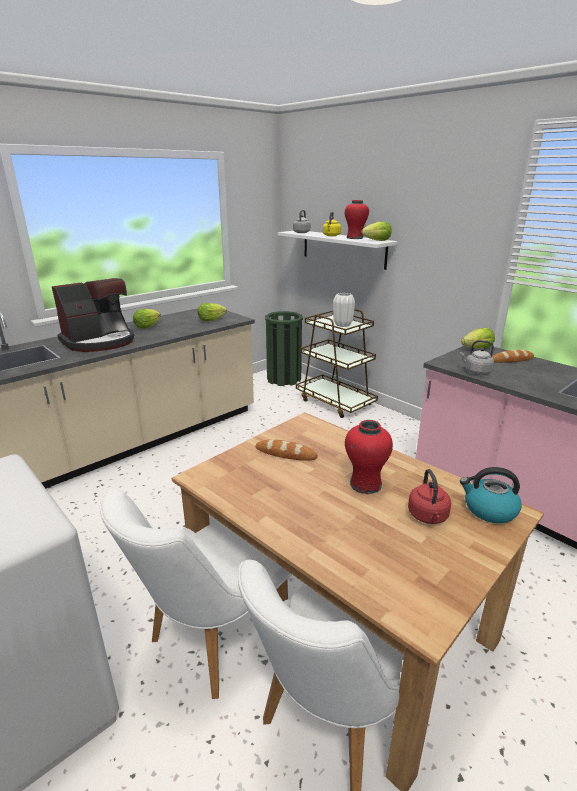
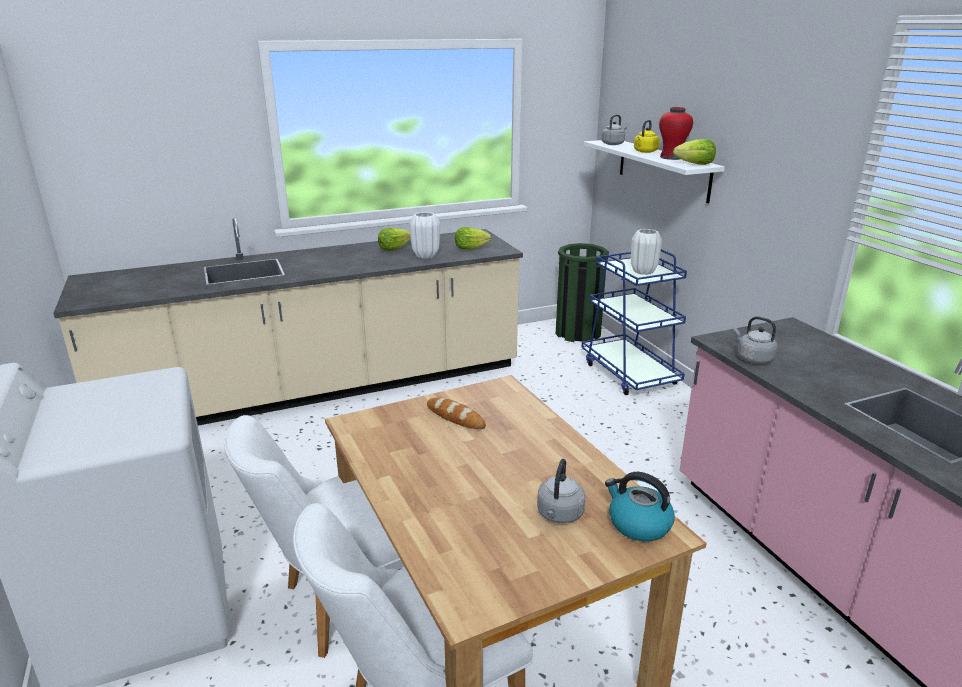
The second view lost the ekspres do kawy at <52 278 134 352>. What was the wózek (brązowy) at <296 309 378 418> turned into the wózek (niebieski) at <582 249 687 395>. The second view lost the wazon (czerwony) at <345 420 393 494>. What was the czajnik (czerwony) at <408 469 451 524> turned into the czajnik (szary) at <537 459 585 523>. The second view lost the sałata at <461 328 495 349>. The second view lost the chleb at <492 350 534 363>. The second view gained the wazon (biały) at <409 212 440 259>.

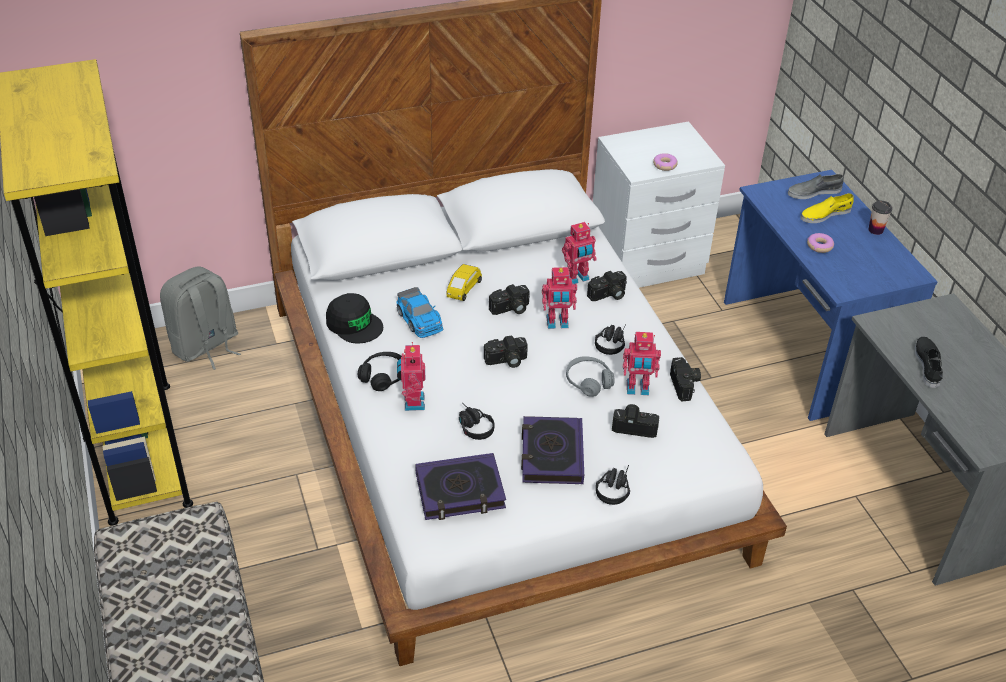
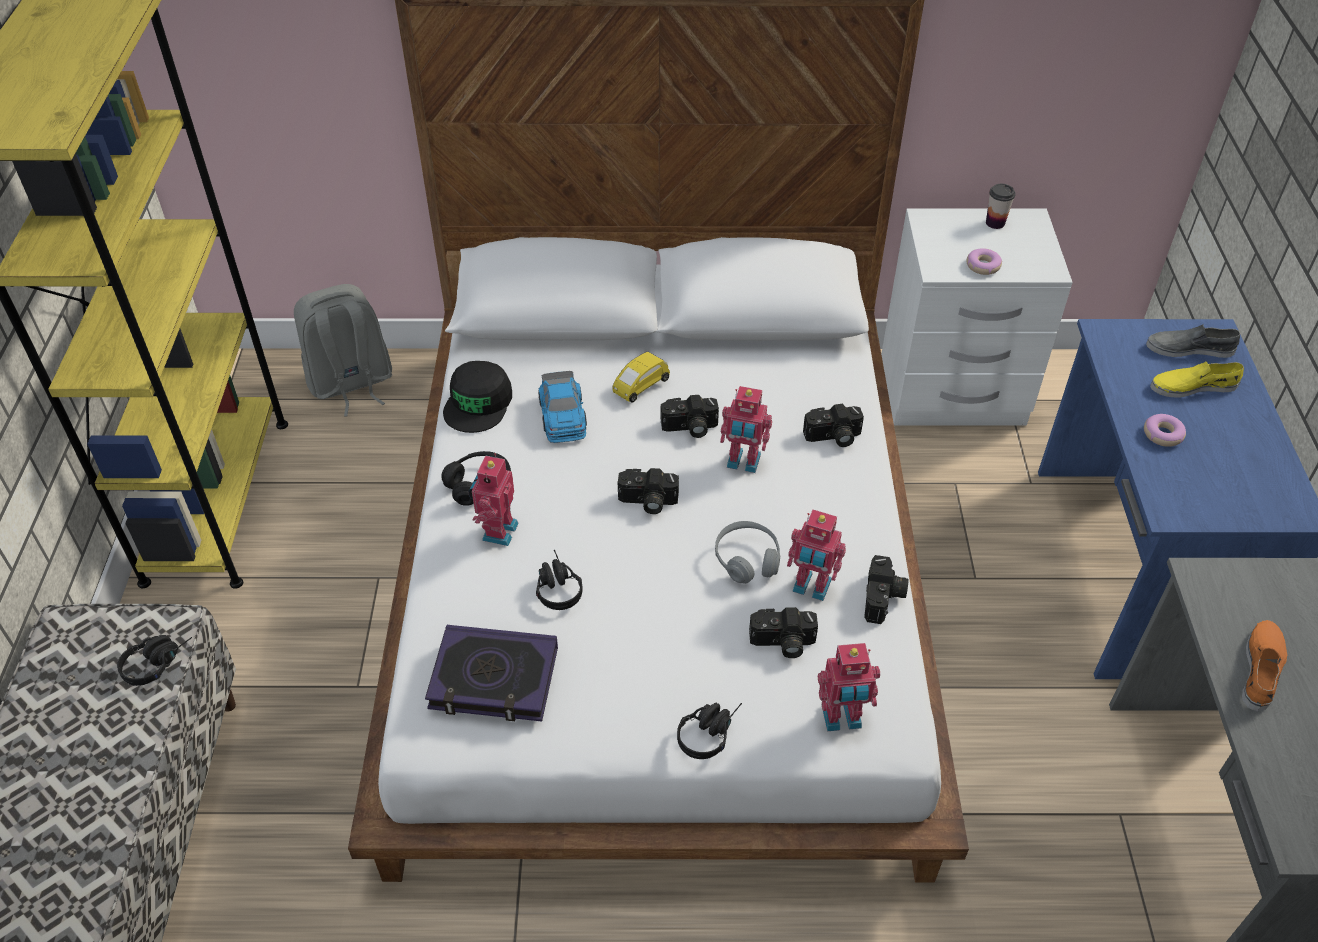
The czapka z daszkiem (czarny) at <326 293 383 343> ended up facing another way, 45 degrees clockwise from before. The second view lost the książka at <521 416 584 484>. The robot zabawkowy ended up elsewhere, having gone from <562 222 597 284> to <818 643 880 731>. The słuchawki (czarny) ended up elsewhere, having gone from <595 324 626 355> to <117 635 192 686>. The aparat fotograficzny at <612 404 659 438> ended up facing another way, 150 degrees clockwise from before. The filiżanka ended up elsewhere, having gone from <868 200 892 235> to <986 184 1016 229>. What was the but (czarny) at <915 337 943 388> turned into the but (pomarańczowy) at <1242 620 1287 711>.

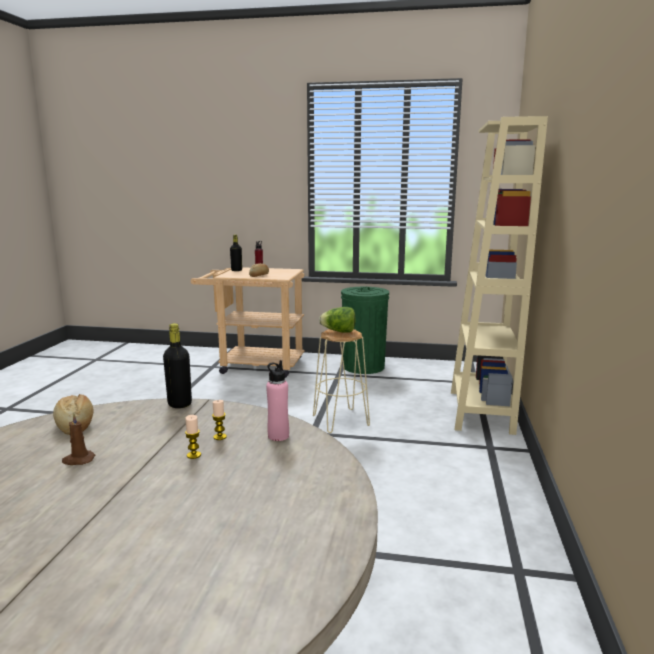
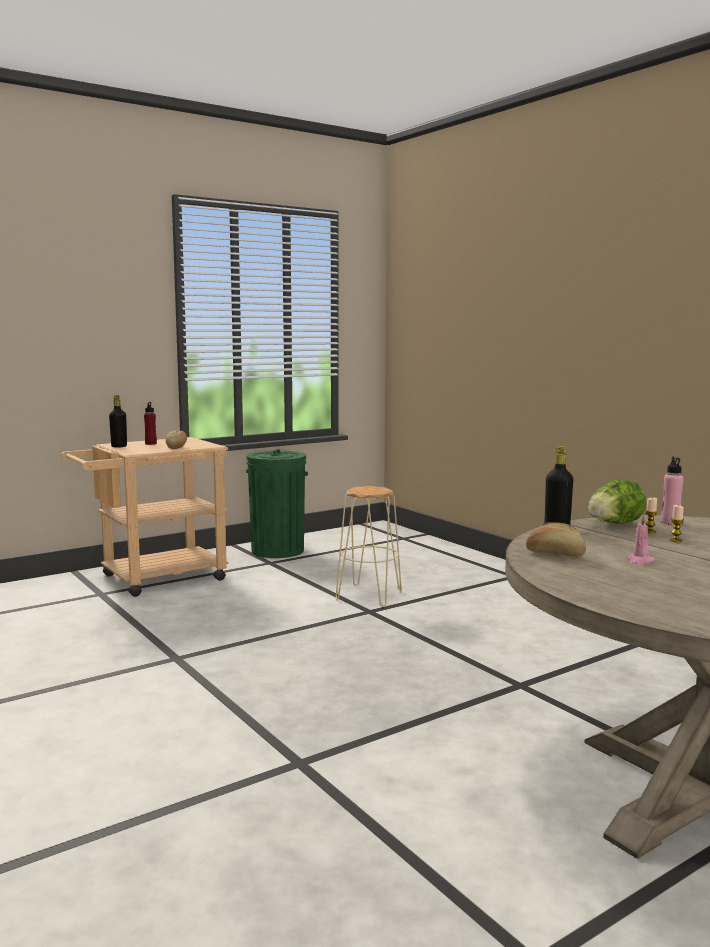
What was the świeca (brązowy) at <62 413 95 465> turned into the świeca (różowy) at <627 515 654 565>. The sałata ended up elsewhere, having gone from <319 307 356 333> to <588 479 646 524>. The second view lost the regał (beżowy) at <451 116 548 435>.

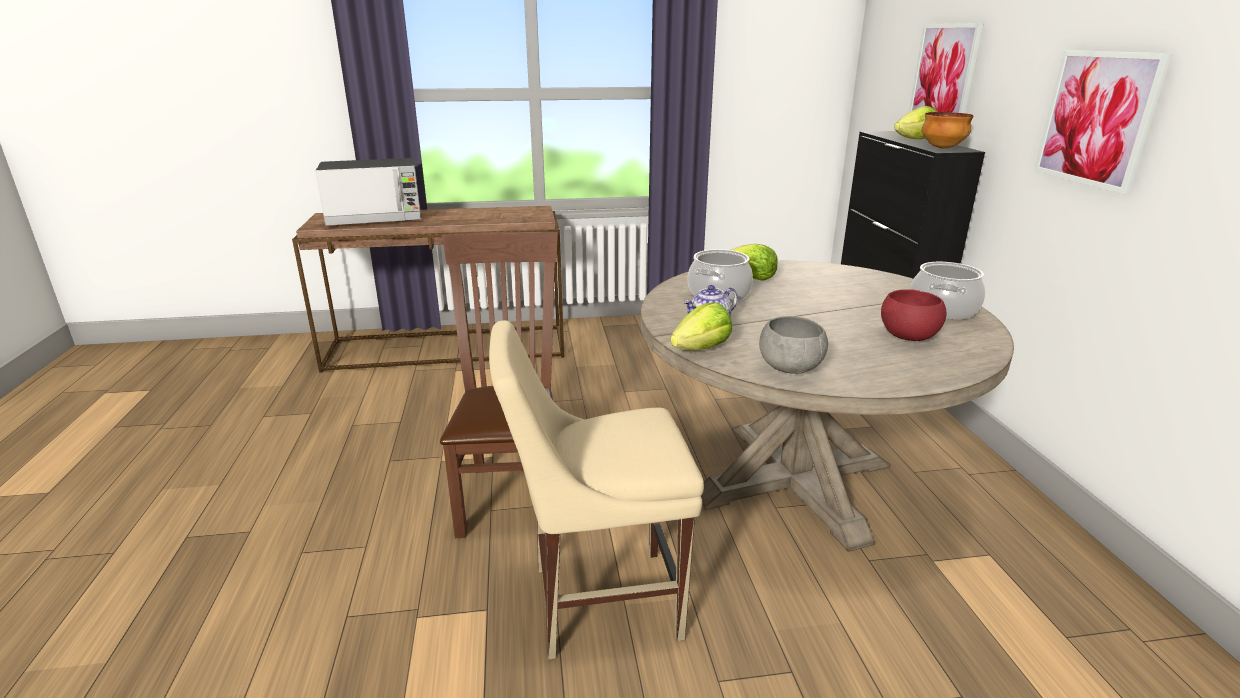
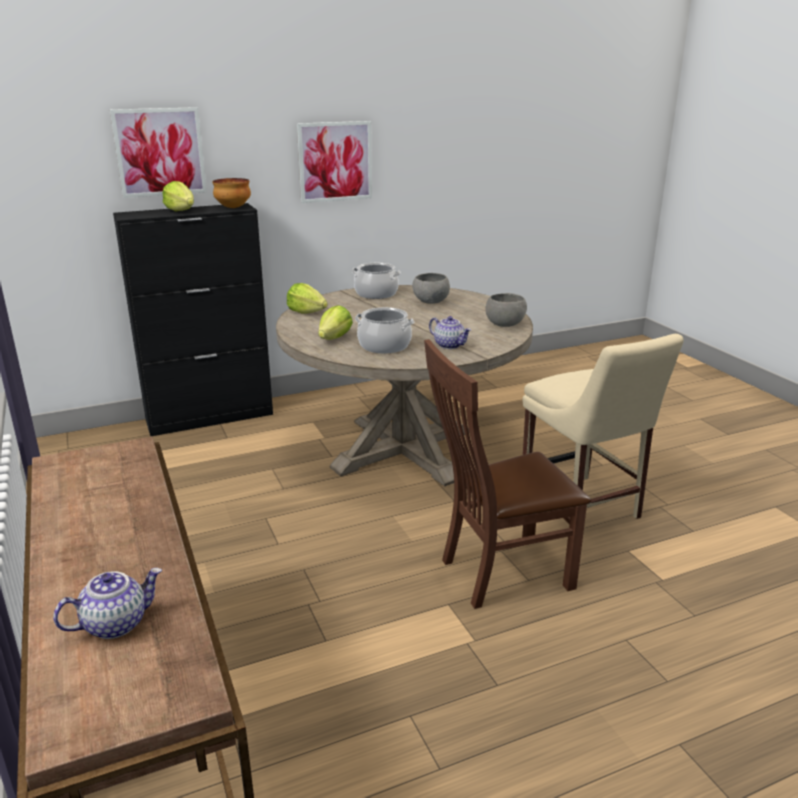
Where the mikrofalówka stood at <316 158 421 226>, the imbryk came to stand at <53 568 162 639>. The sałata ended up elsewhere, having gone from <670 302 732 351> to <287 283 328 313>. What was the miska (czerwony) at <881 289 946 341> turned into the miska (szary) at <412 273 450 304>.

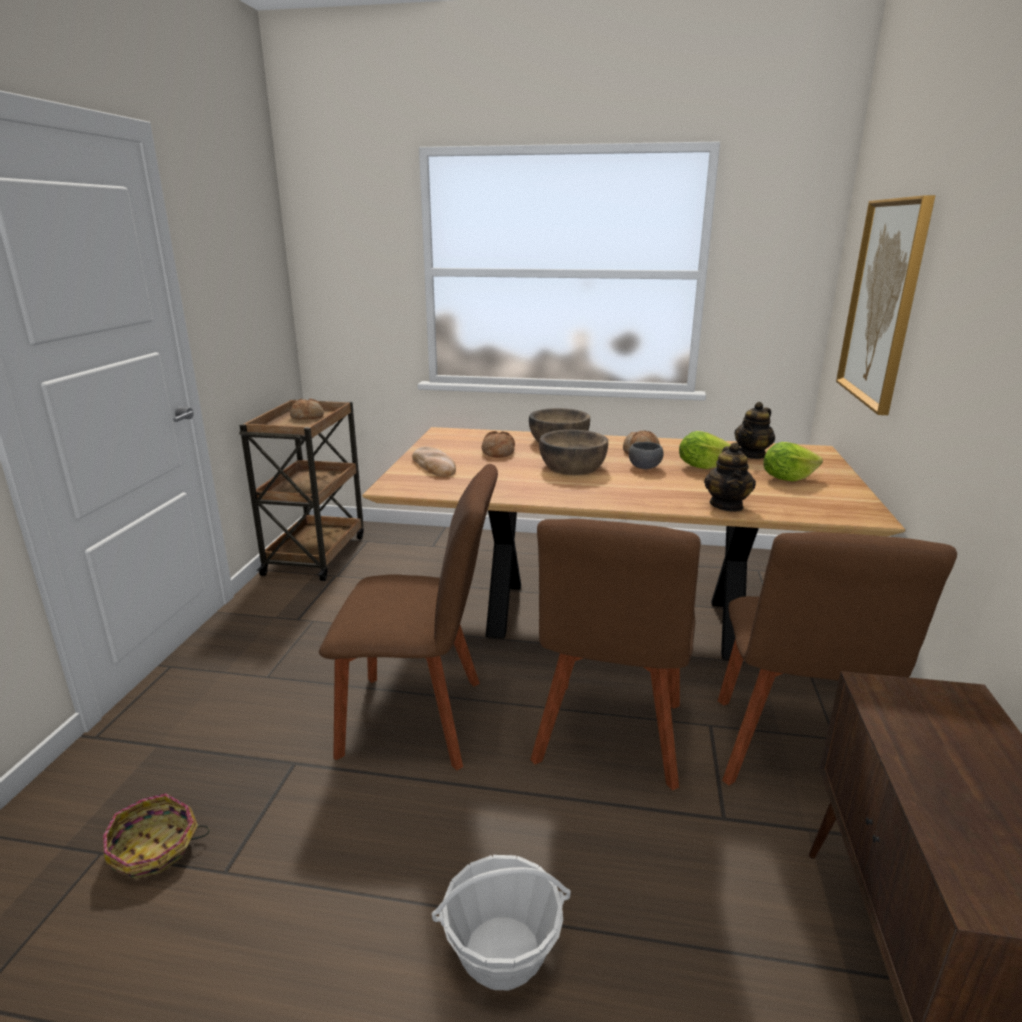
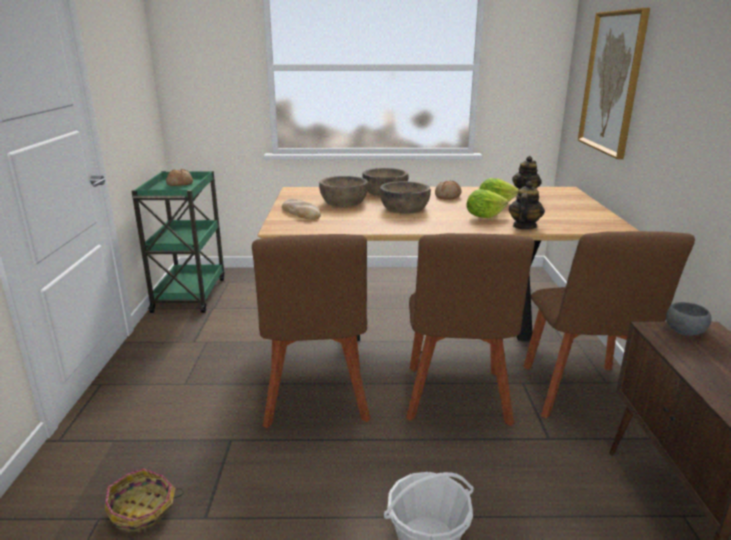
What was the wózek (brązowy) at <239 399 364 581> turned into the wózek (zielony) at <131 171 224 313>. The krzesło (brązowy) at <319 464 498 771> ended up facing another way, 90 degrees clockwise from before. Where the chleb stood at <482 431 515 458>, the miska (brązowy) came to stand at <319 176 368 207>. The miska (szary) ended up elsewhere, having gone from <629 442 663 469> to <666 302 712 336>. The imbryk at <704 442 756 512> ended up facing another way, 150 degrees counterclockwise from before. The sałata ended up elsewhere, having gone from <763 442 823 482> to <467 189 508 218>.

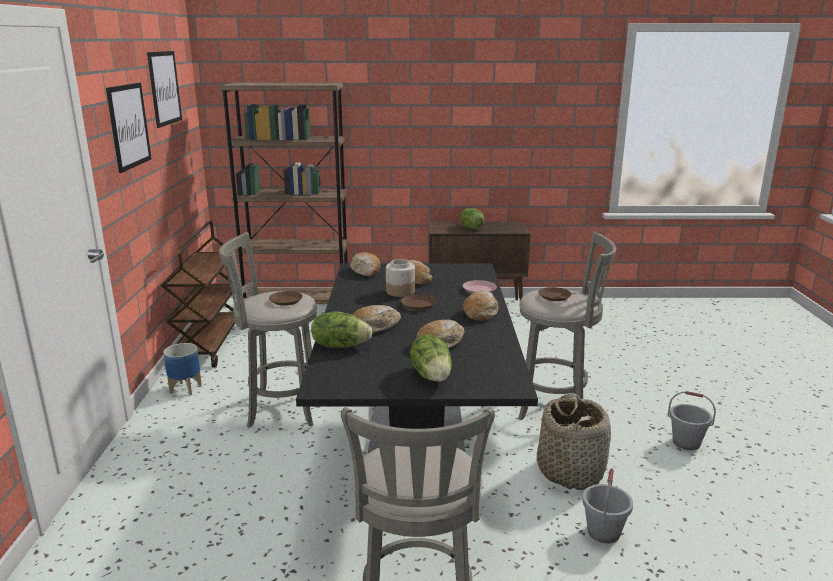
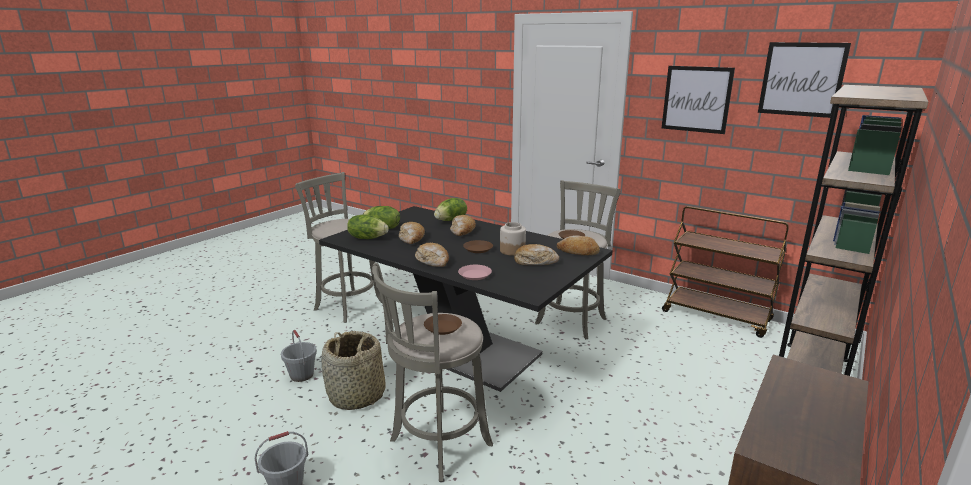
The second view lost the donica at <163 343 202 395>. The sałata ended up elsewhere, having gone from <460 208 485 230> to <347 214 389 239>.

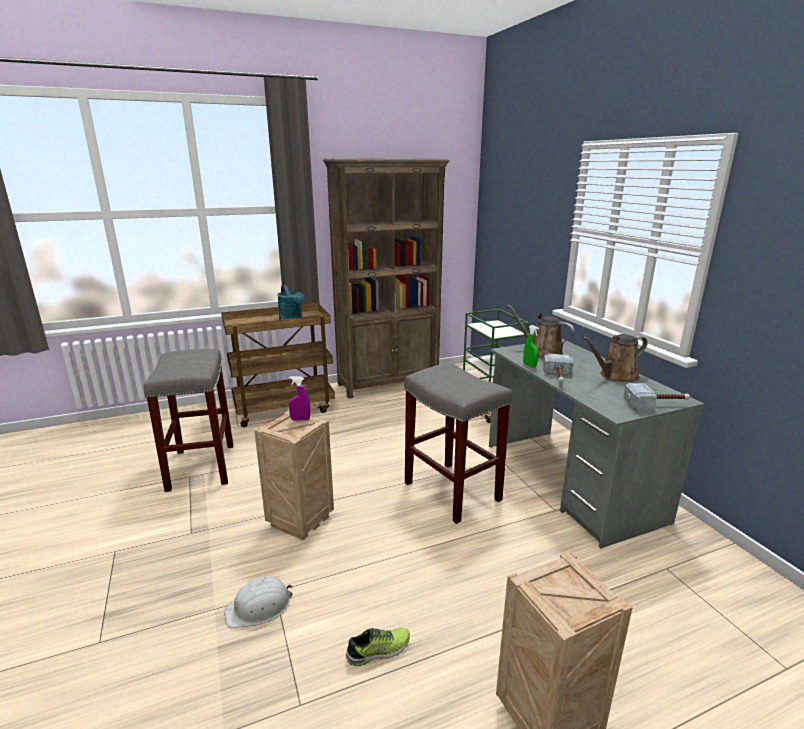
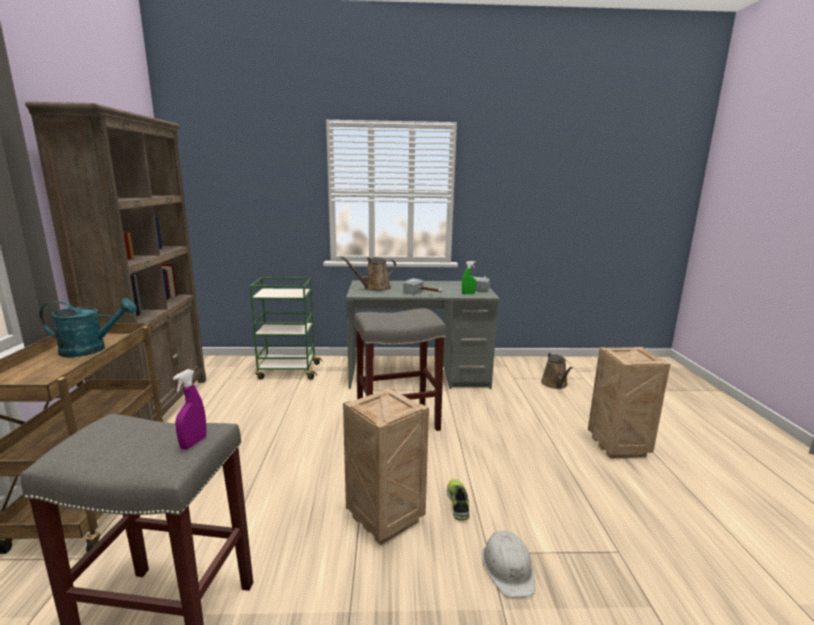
The spryskiwacz (fioletowy) ended up elsewhere, having gone from <289 376 310 421> to <173 369 207 450>. The but ended up elsewhere, having gone from <346 628 410 666> to <447 479 470 521>. The spryskiwacz (zielony) ended up elsewhere, having gone from <523 325 539 368> to <462 261 476 294>. The konewka (brązowy) ended up elsewhere, having gone from <582 334 648 382> to <541 352 572 389>.

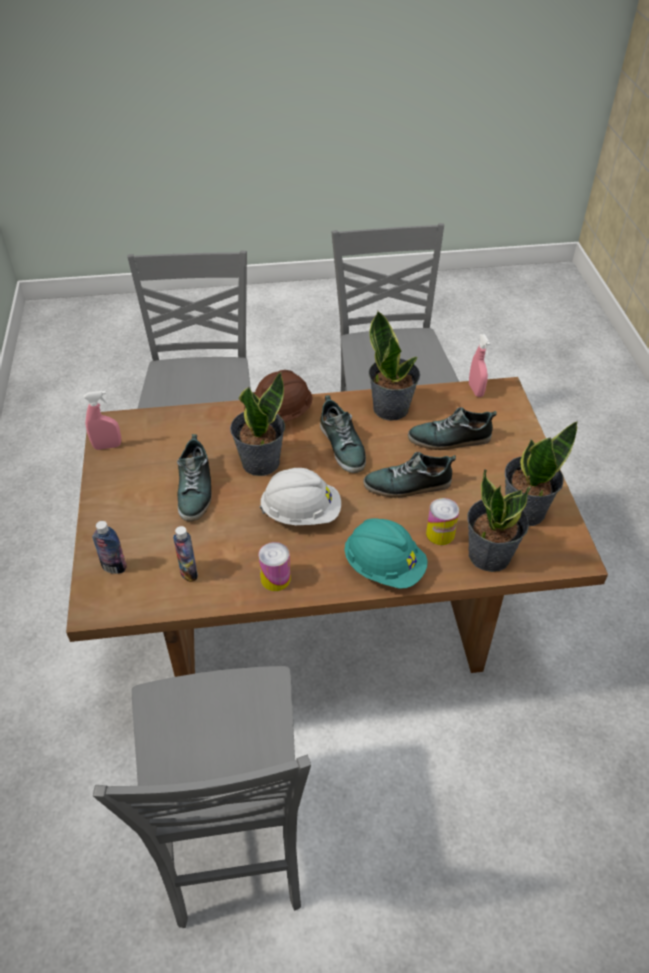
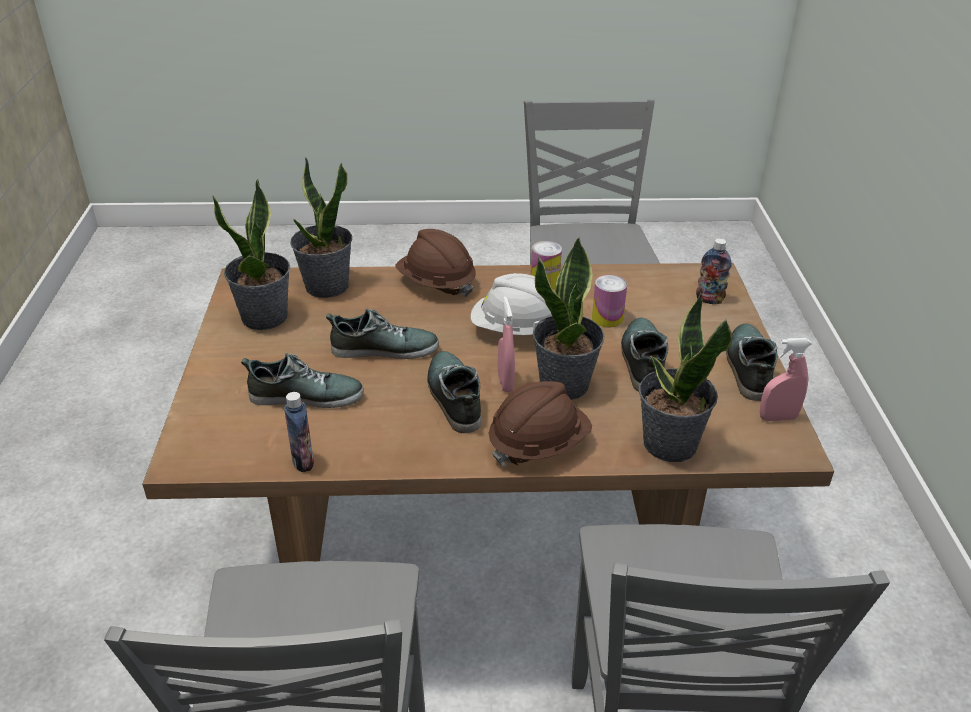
The butelka ended up elsewhere, having gone from <173 526 198 582> to <284 392 314 472>. What was the kask (turkusowy) at <344 518 428 589> turned into the kask (brązowy) at <396 229 476 297>. The roślina doniczkowa ended up elsewhere, having gone from <369 311 420 421> to <639 293 733 462>. The puszka ended up elsewhere, having gone from <426 498 459 545> to <592 275 627 327>. The spryskiwacz (różowy) ended up elsewhere, having gone from <469 334 491 397> to <498 296 515 392>. The second view gained the but at <726 324 777 401>.

